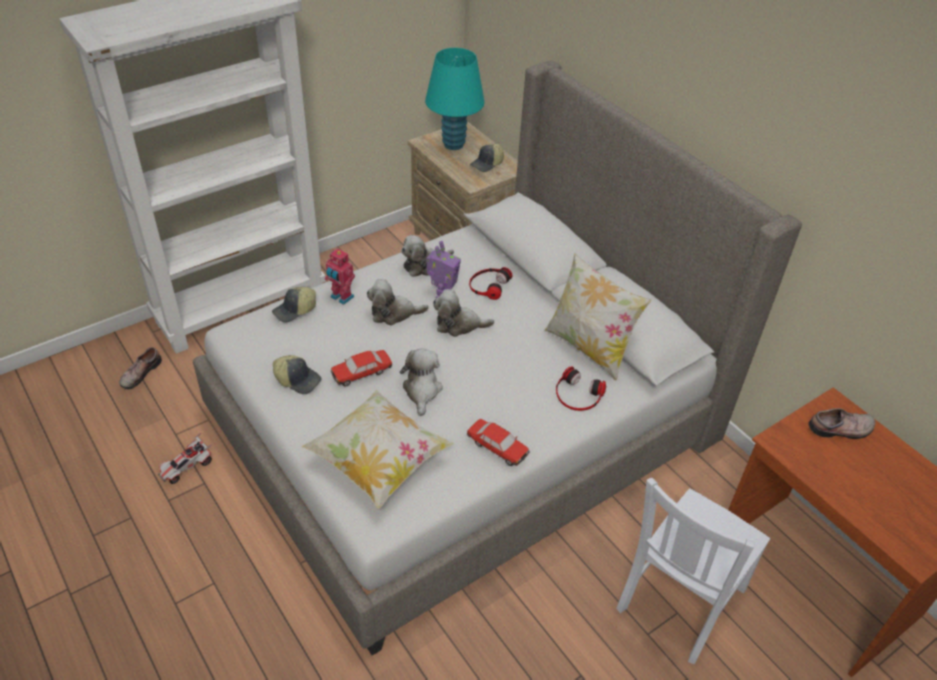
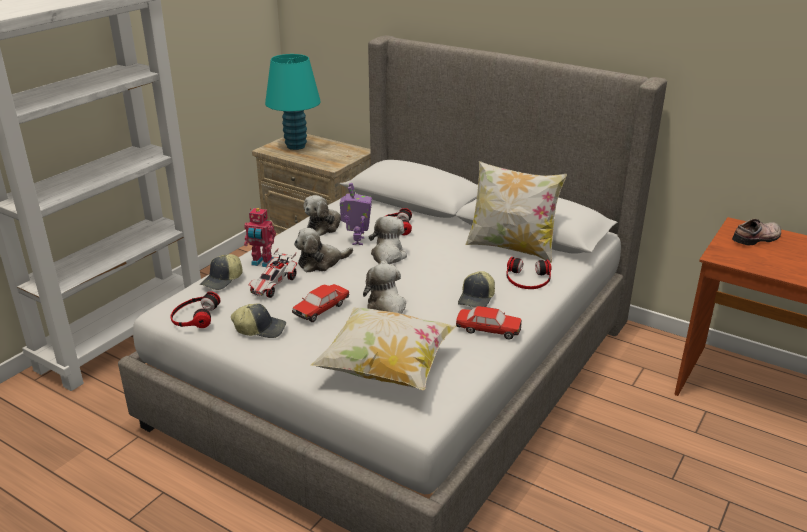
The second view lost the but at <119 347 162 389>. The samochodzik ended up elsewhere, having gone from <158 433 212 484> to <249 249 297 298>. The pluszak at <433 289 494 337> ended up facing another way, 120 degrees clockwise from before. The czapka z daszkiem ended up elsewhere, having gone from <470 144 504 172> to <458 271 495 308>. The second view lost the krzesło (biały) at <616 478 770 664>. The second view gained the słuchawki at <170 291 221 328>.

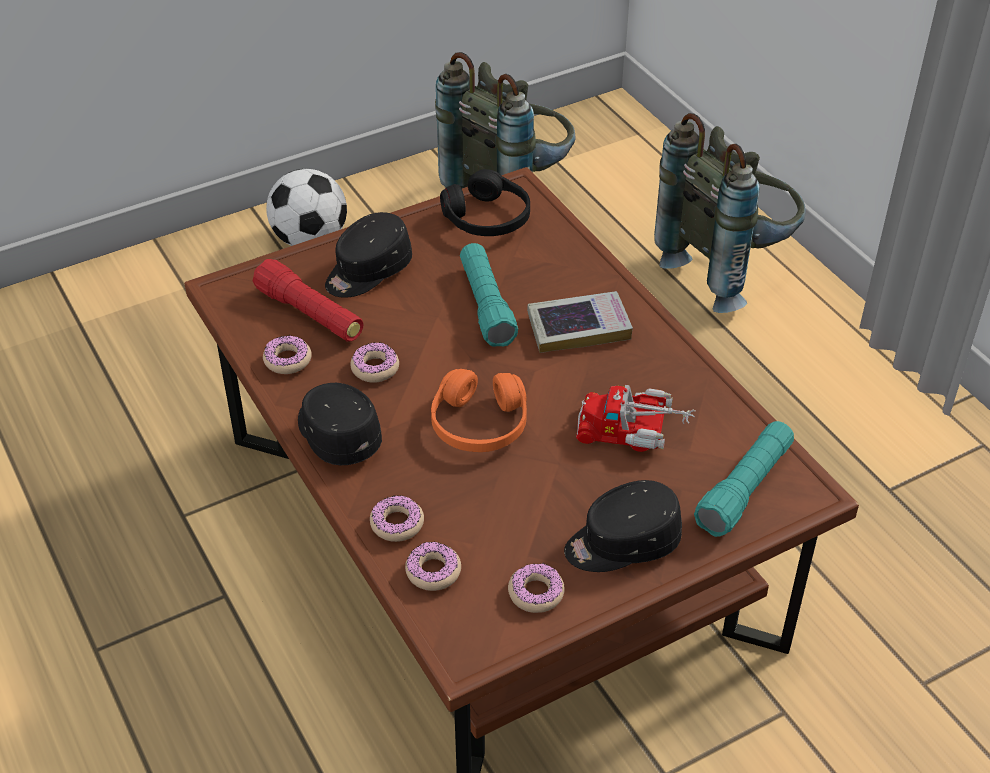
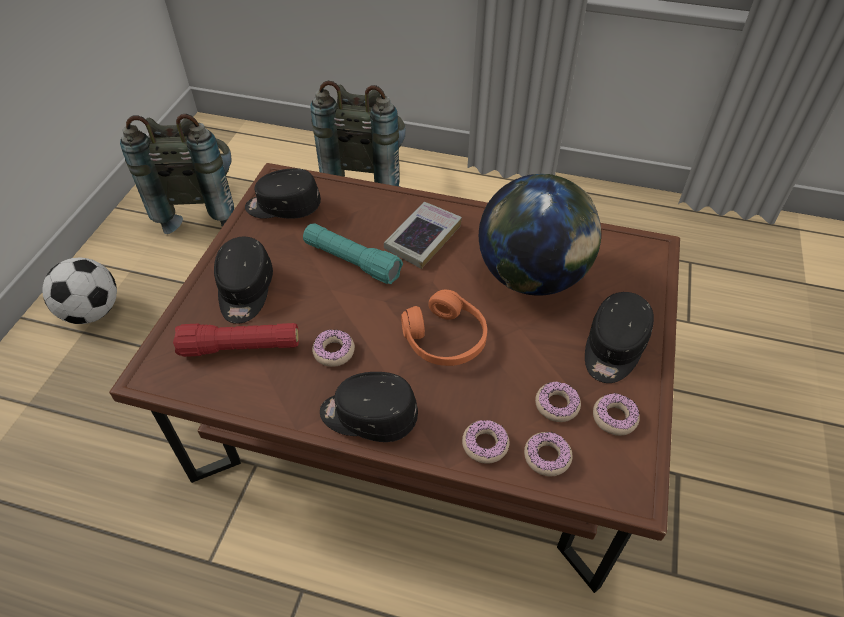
The donut ended up elsewhere, having gone from <263 336 312 374> to <535 382 581 422>. Where the słuchawki (czarny) stood at <440 169 530 236>, the czapka z daszkiem (czarny) came to stand at <245 168 321 219>. Where the ciężarówka zabawkowa stood at <576 385 696 452>, the globus came to stand at <479 174 601 296>. The second view lost the latarka (turkusowy) at <694 421 794 537>.

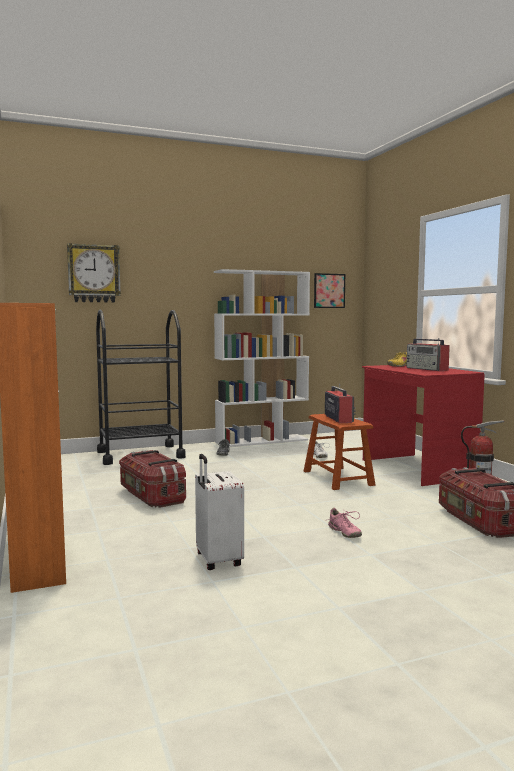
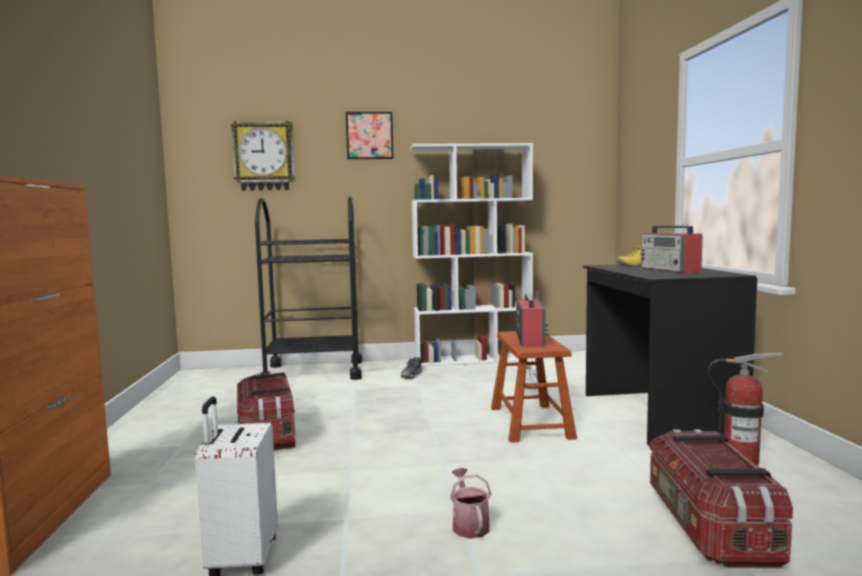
The obraz ended up elsewhere, having gone from <314 273 345 308> to <346 112 394 159>. Where the but (różowy) stood at <328 508 362 538>, the konewka came to stand at <450 468 491 539>. What was the biurko (czerwony) at <362 365 485 486> turned into the biurko (czarny) at <583 264 757 446>.

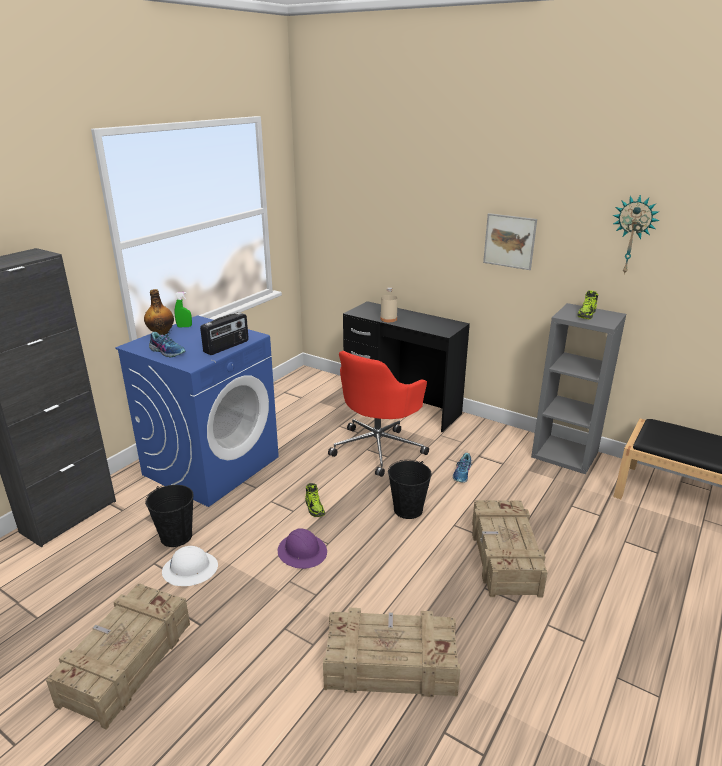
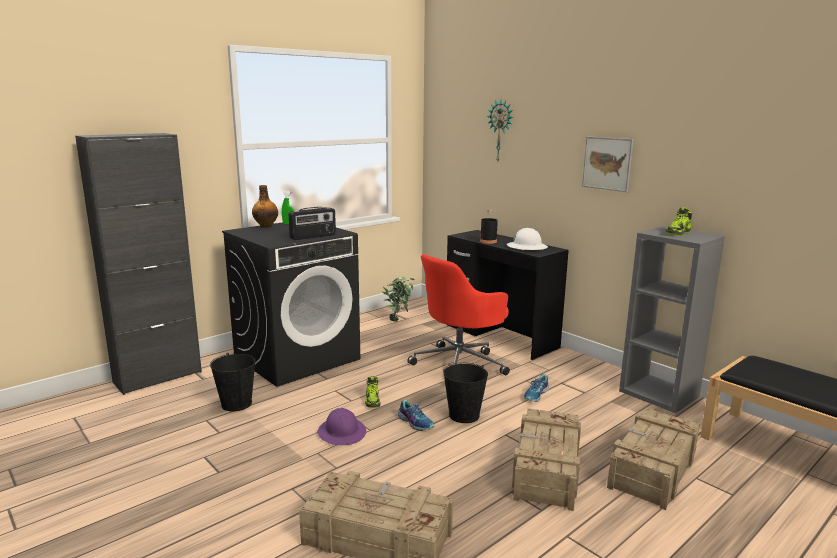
The skrzynka ended up elsewhere, having gone from <46 583 190 730> to <607 409 700 510>. What was the pralka (niebieski) at <115 315 279 507> turned into the pralka (czarny) at <222 222 360 387>. The but ended up elsewhere, having gone from <149 330 186 357> to <398 400 434 431>. The kask (biały) ended up elsewhere, having gone from <162 546 218 586> to <507 228 548 250>. What was the butelka (beżowy) at <380 287 398 322> turned into the butelka (czarny) at <480 210 498 244>. The zegar ścienny ended up elsewhere, having gone from <612 195 660 275> to <487 100 514 161>. The second view gained the roślina doniczkowa at <382 276 414 322>.

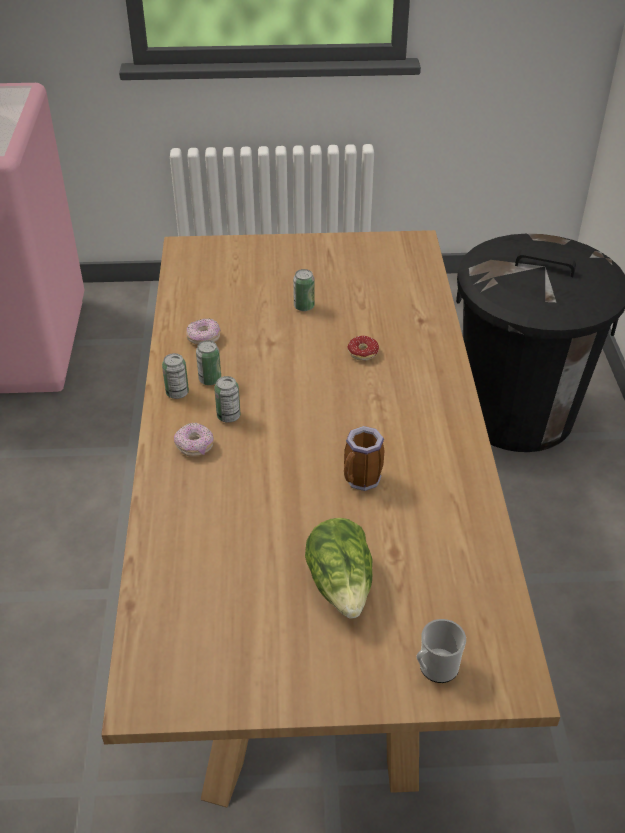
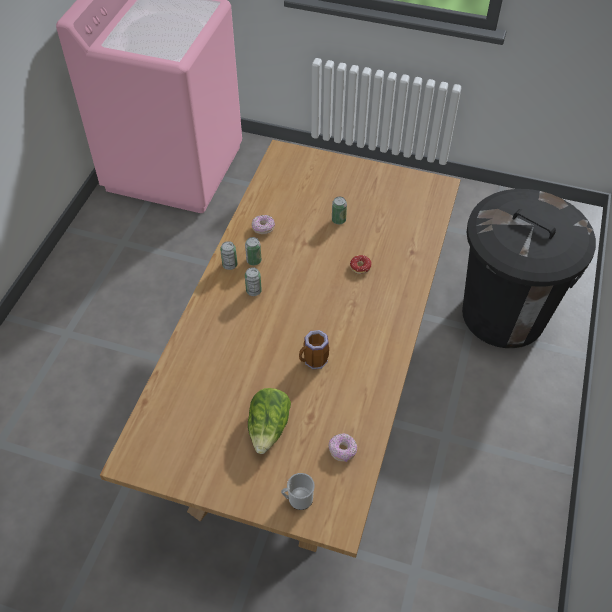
The donut ended up elsewhere, having gone from <174 423 214 457> to <328 433 357 462>.

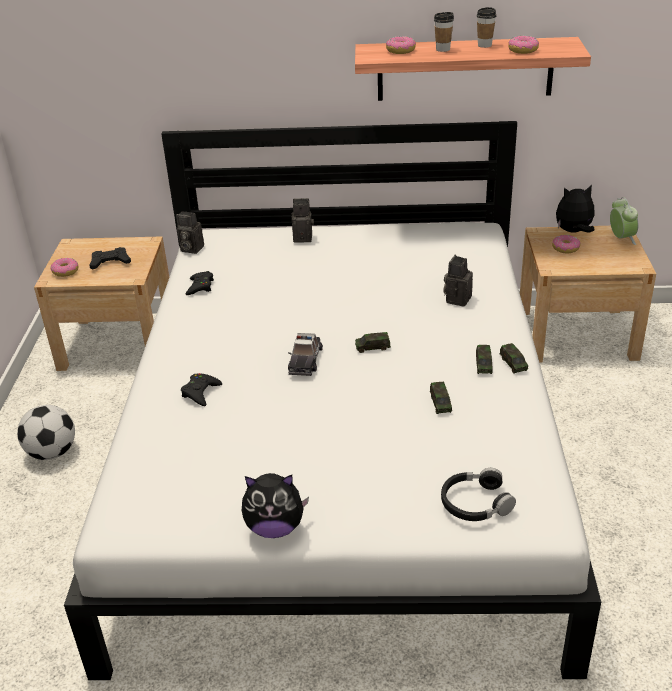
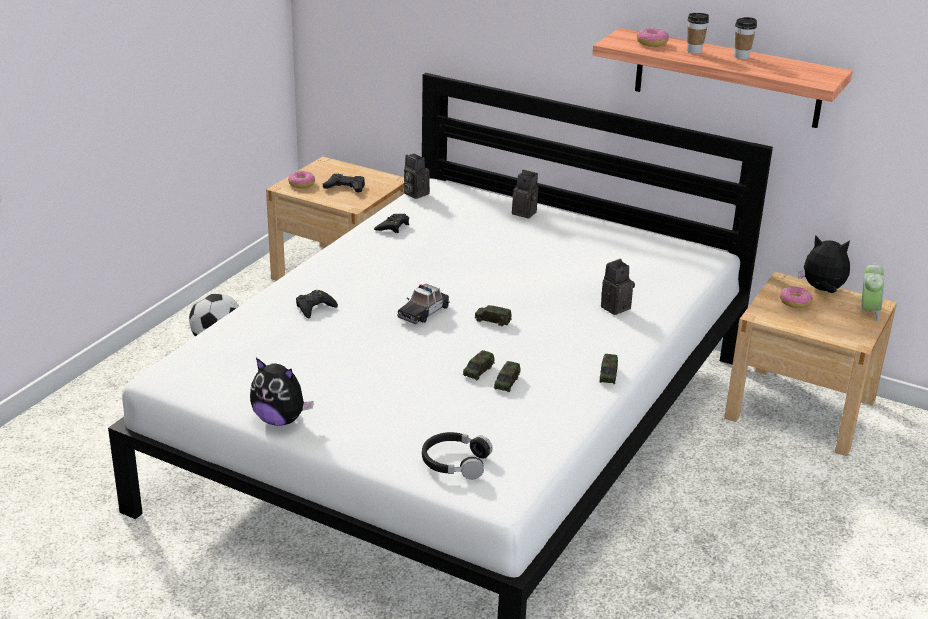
The samochodzik ended up elsewhere, having gone from <476 345 493 374> to <463 350 495 380>. The second view lost the donut at <508 35 539 54>.

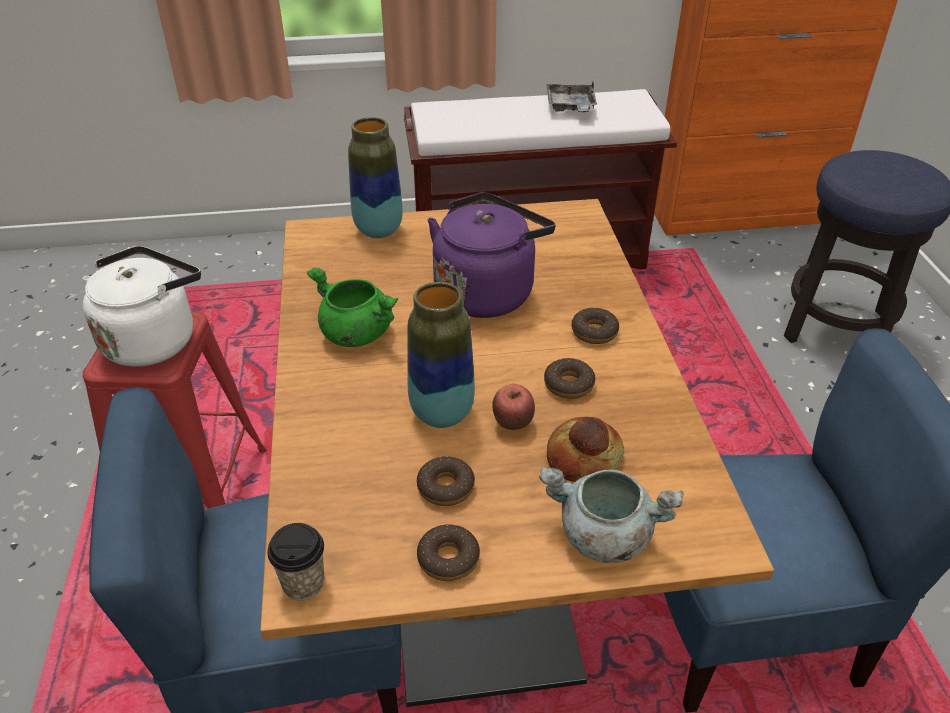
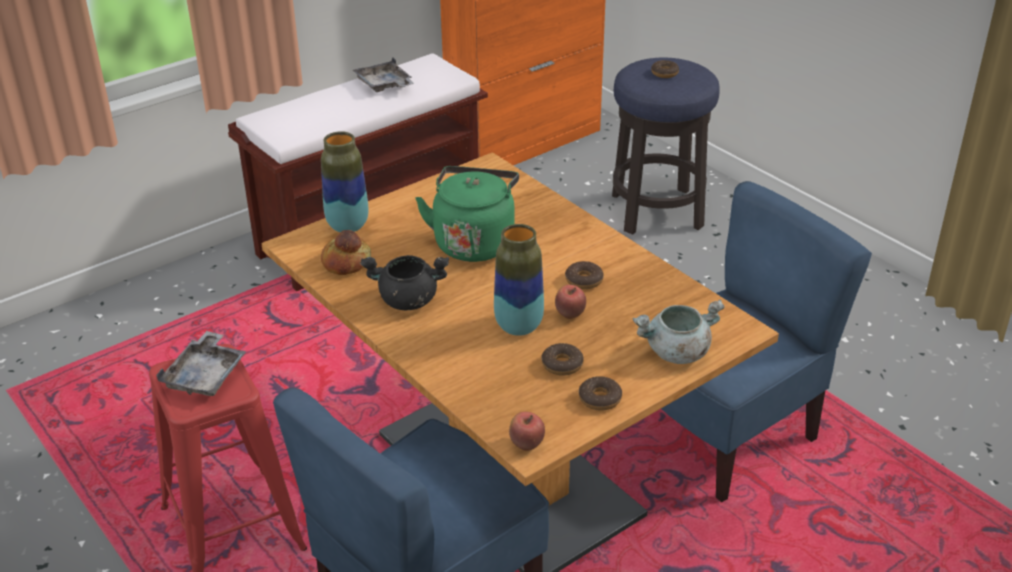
Where the czajnik (biały) stood at <83 246 201 367>, the taca (szary) came to stand at <156 331 247 396>. Where the filiżanka stood at <267 523 324 600>, the jabłko came to stand at <509 412 545 451>. What was the garnek (zielony) at <307 267 398 347> turned into the garnek (czarny) at <360 255 449 310>. What was the czajnik (fioletowy) at <428 192 555 318> turned into the czajnik (zielony) at <415 166 519 262>. The chleb ended up elsewhere, having gone from <547 417 624 482> to <321 230 371 275>. The donut ended up elsewhere, having gone from <571 308 619 344> to <651 60 679 78>.

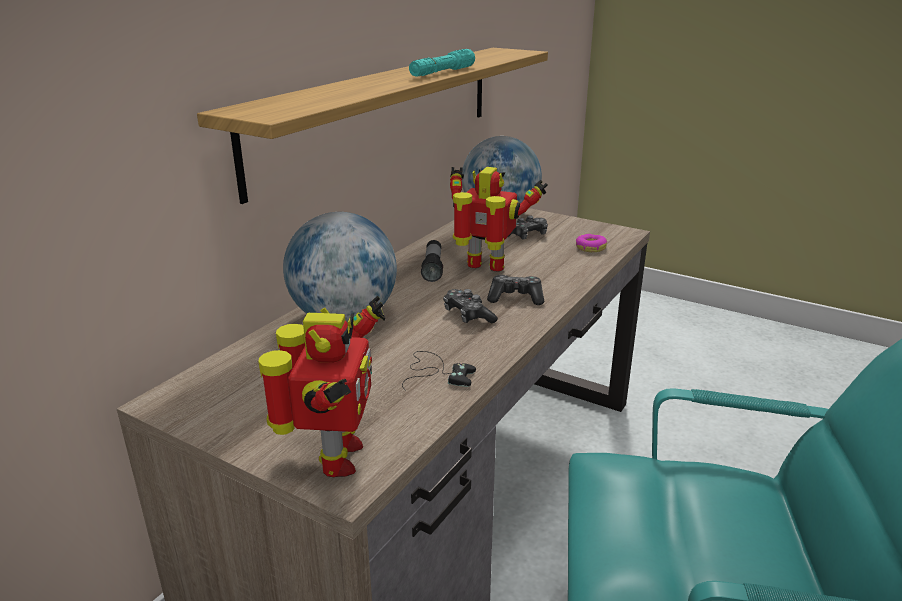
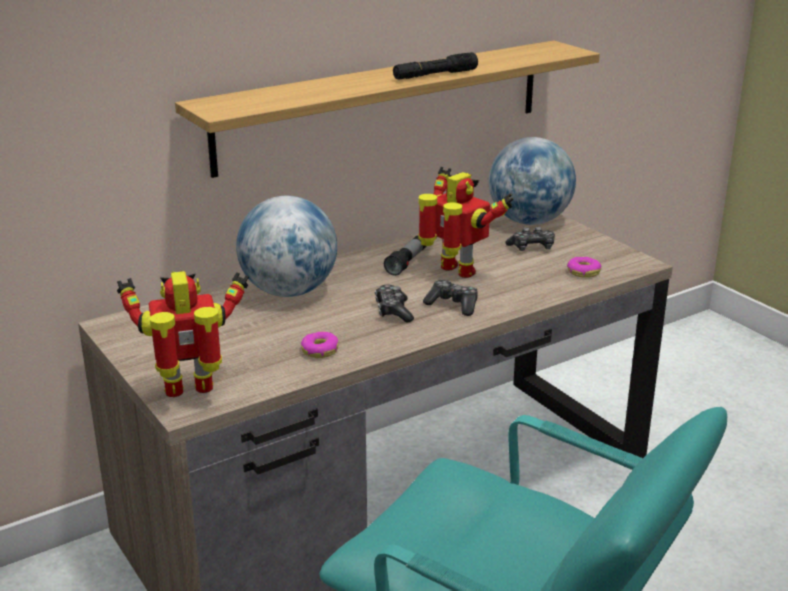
The robot zabawkowy at <258 296 386 477> ended up facing another way, 135 degrees counterclockwise from before. Where the pad do gier (czarny) stood at <402 351 476 391>, the donut came to stand at <301 331 339 358>. What was the latarka (turkusowy) at <409 49 475 77> turned into the latarka (czarny) at <393 52 478 80>.

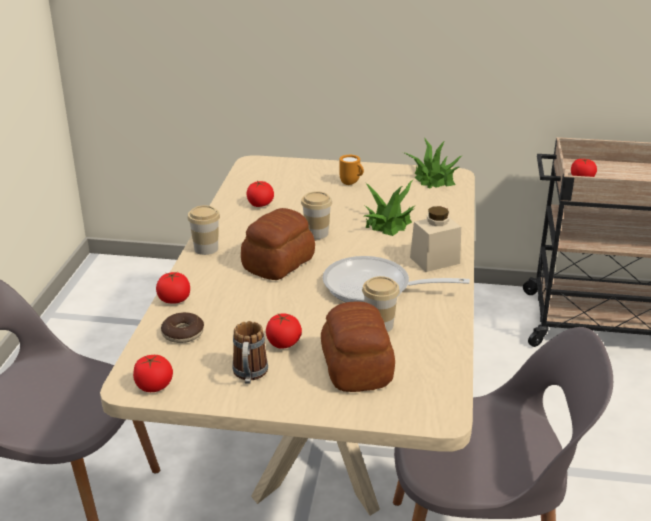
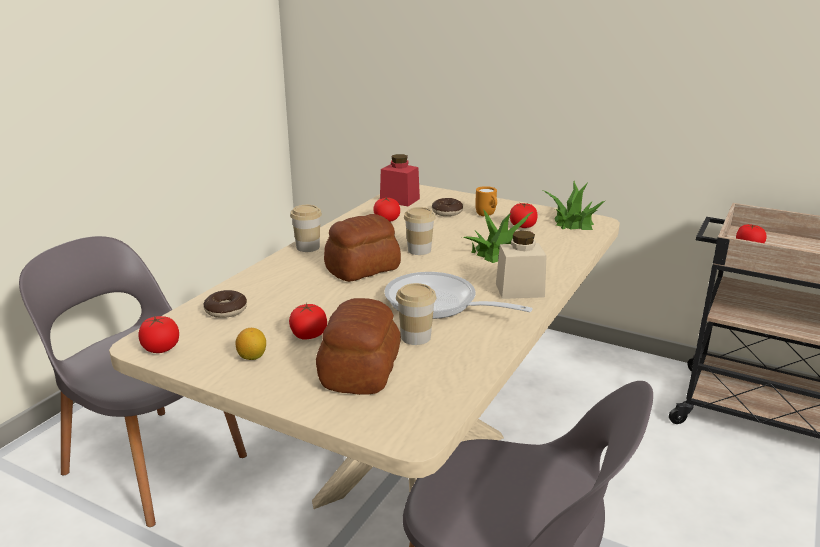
The pomidor ended up elsewhere, having gone from <156 272 190 304> to <510 203 538 228>. Where the kubek stood at <232 321 268 384>, the cytryna came to stand at <235 328 266 360>. The second view gained the słoik (czerwony) at <380 154 420 206>. The second view gained the donut at <432 198 463 216>.

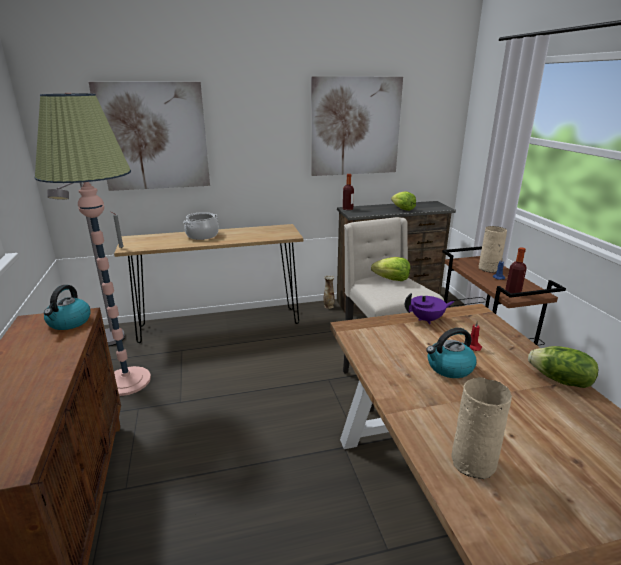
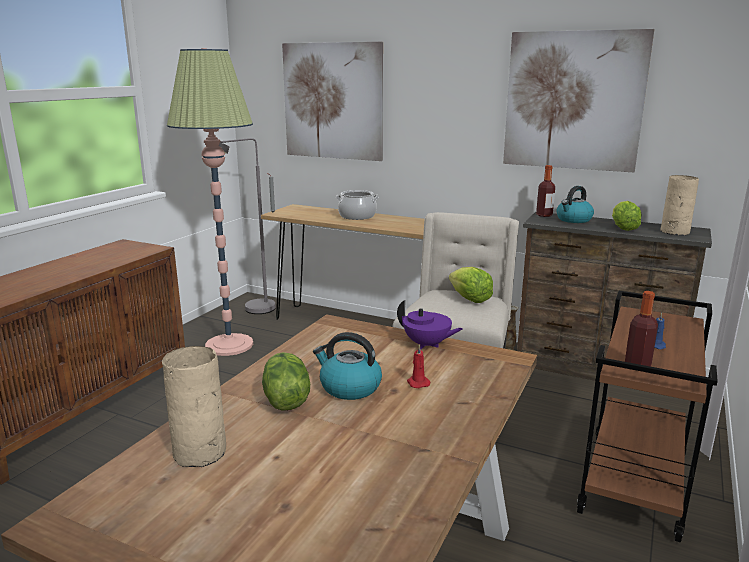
The czajnik ended up elsewhere, having gone from <44 285 91 330> to <556 186 594 223>. The wazon (beżowy) ended up elsewhere, having gone from <479 226 507 273> to <660 175 699 236>. The sałata ended up elsewhere, having gone from <528 346 598 388> to <262 352 310 411>.

